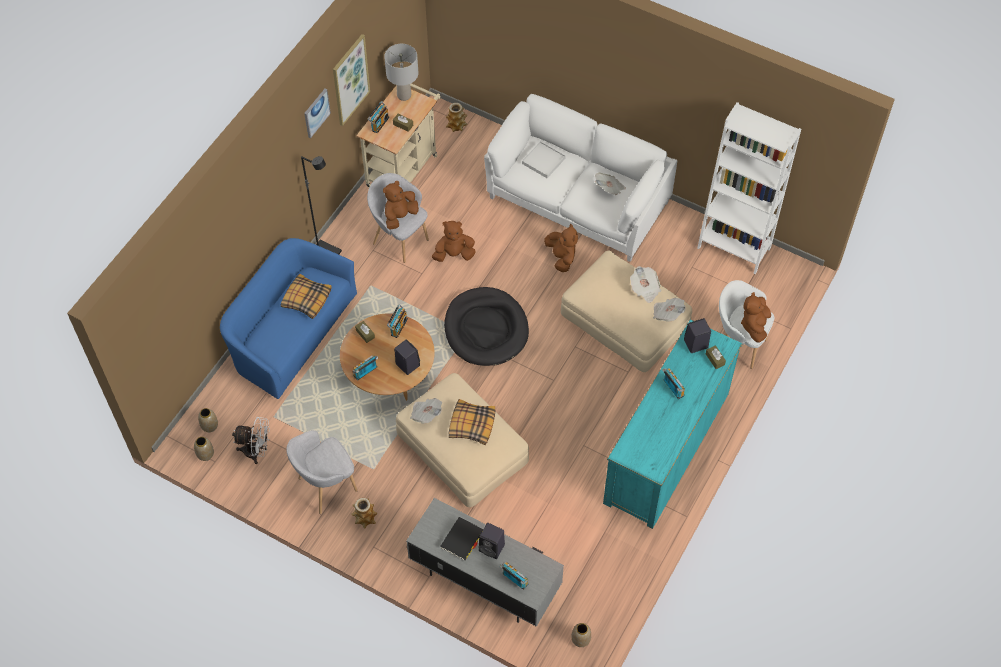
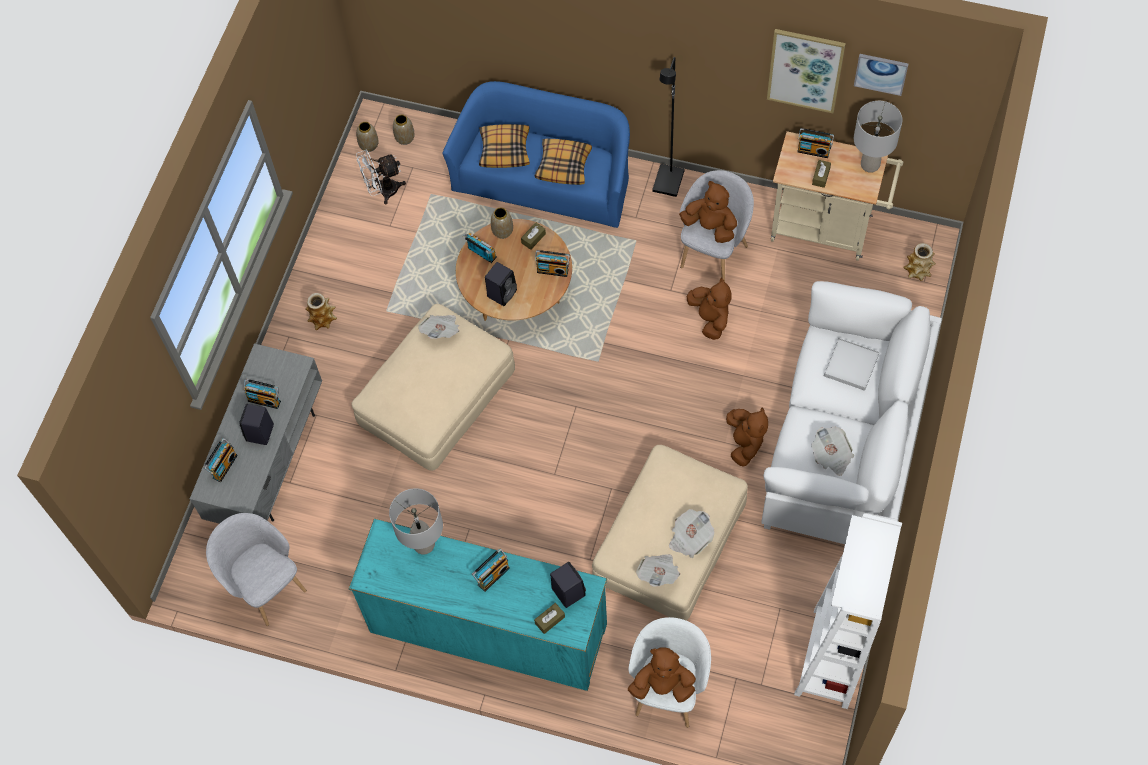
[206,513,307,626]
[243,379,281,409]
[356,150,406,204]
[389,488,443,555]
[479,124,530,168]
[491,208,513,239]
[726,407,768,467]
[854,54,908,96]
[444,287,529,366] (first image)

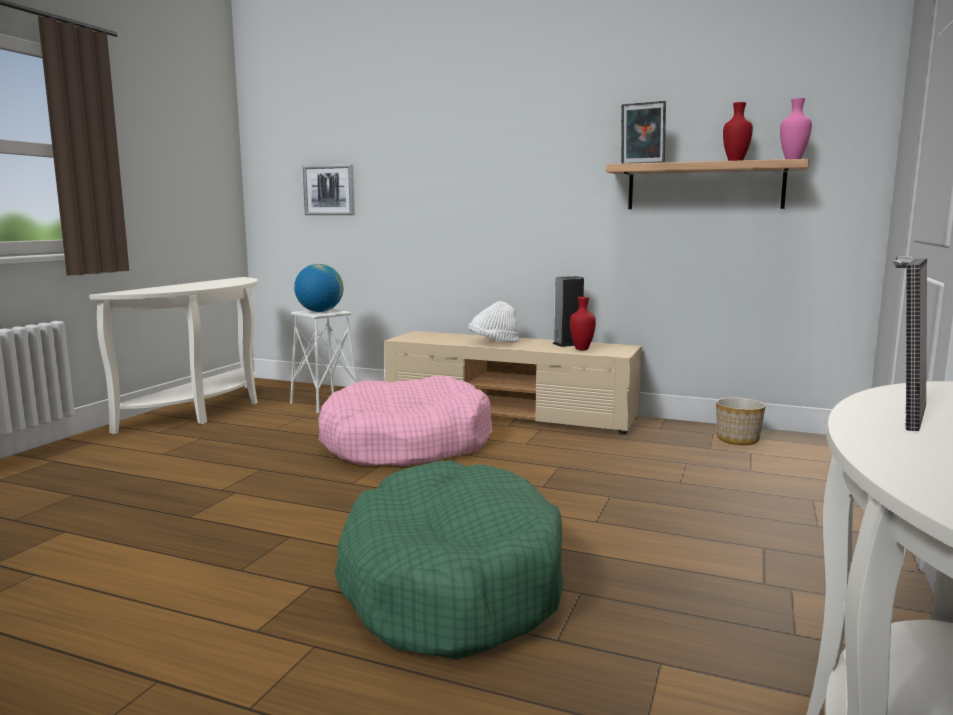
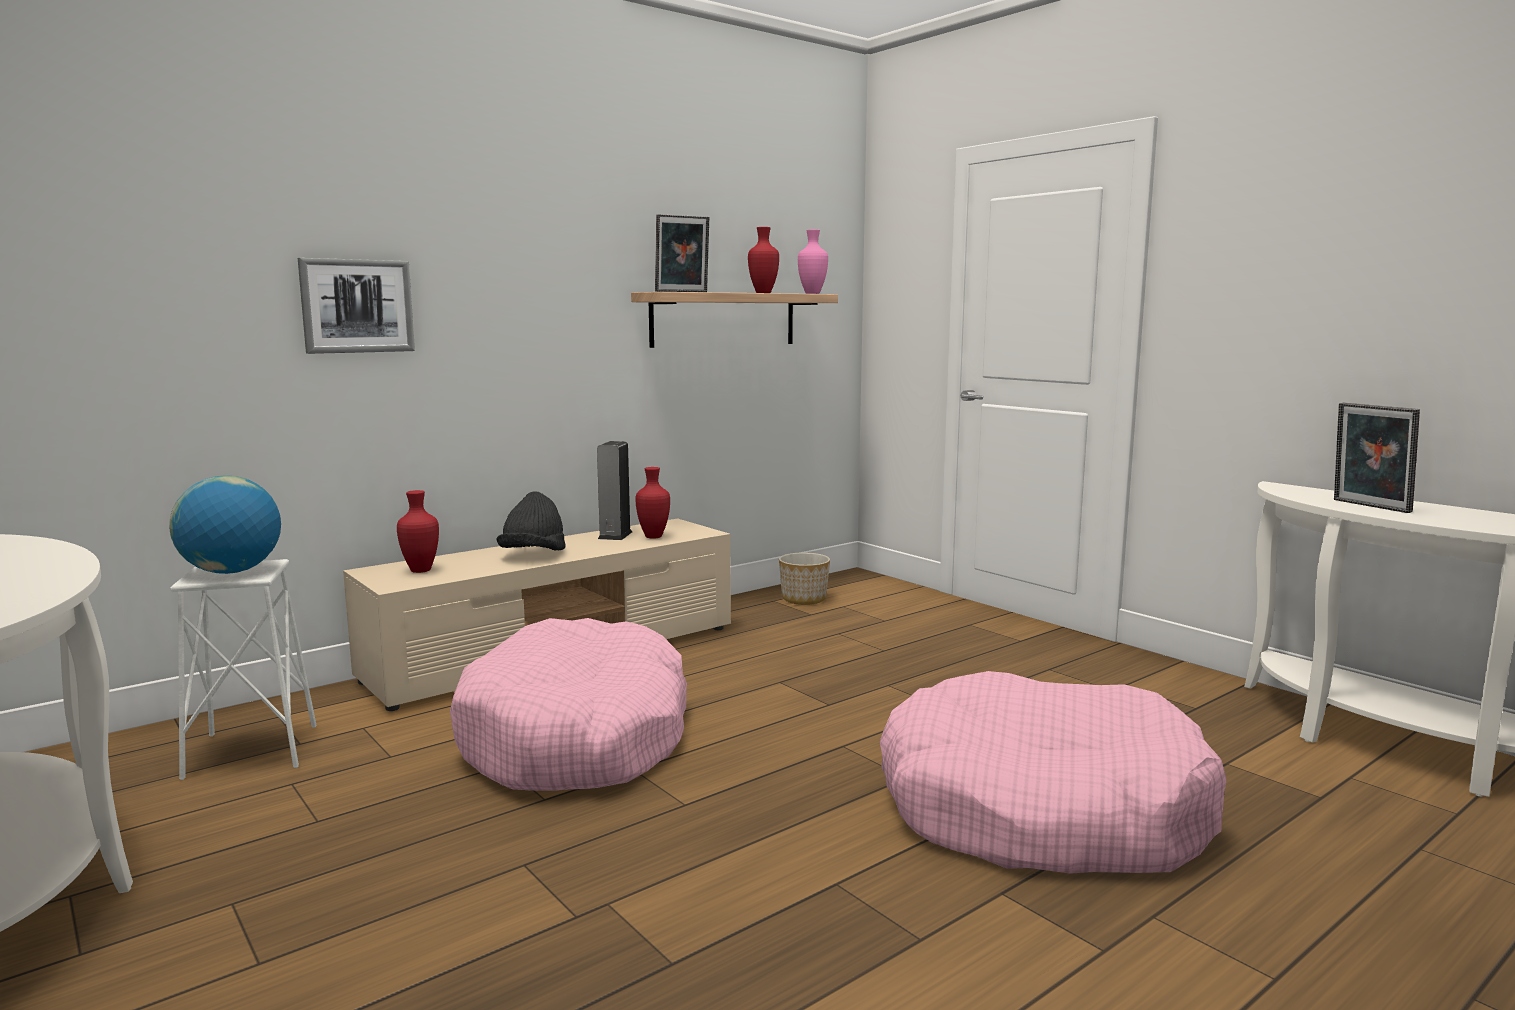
[298,258,415,354]
[397,490,439,573]
[496,491,566,551]
[880,671,1227,874]

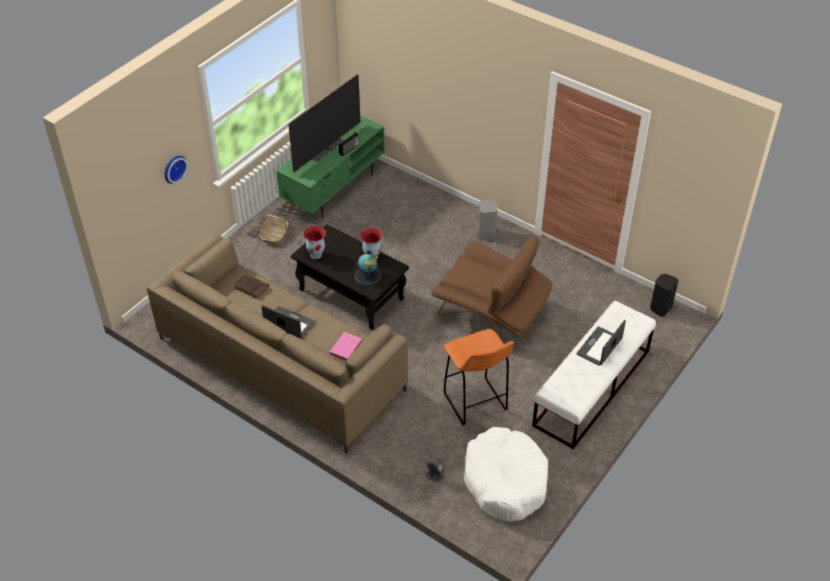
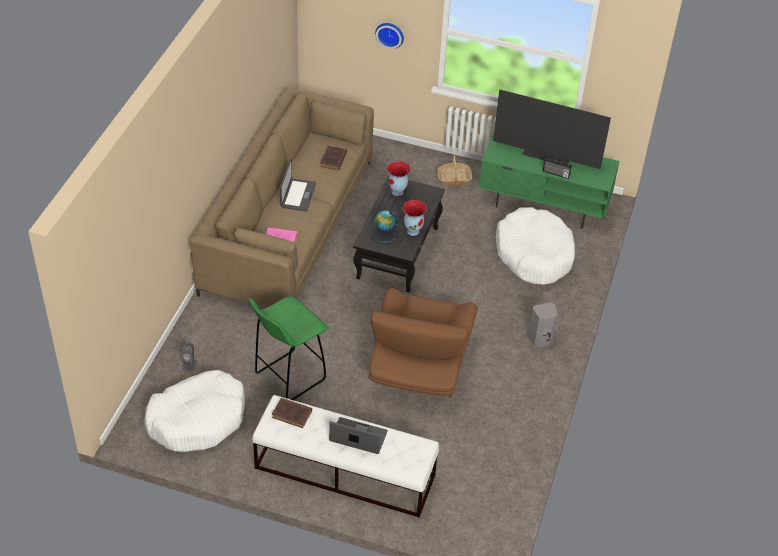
[248,296,328,400]
[272,398,312,428]
[496,207,575,285]
[650,274,678,317] (first image)

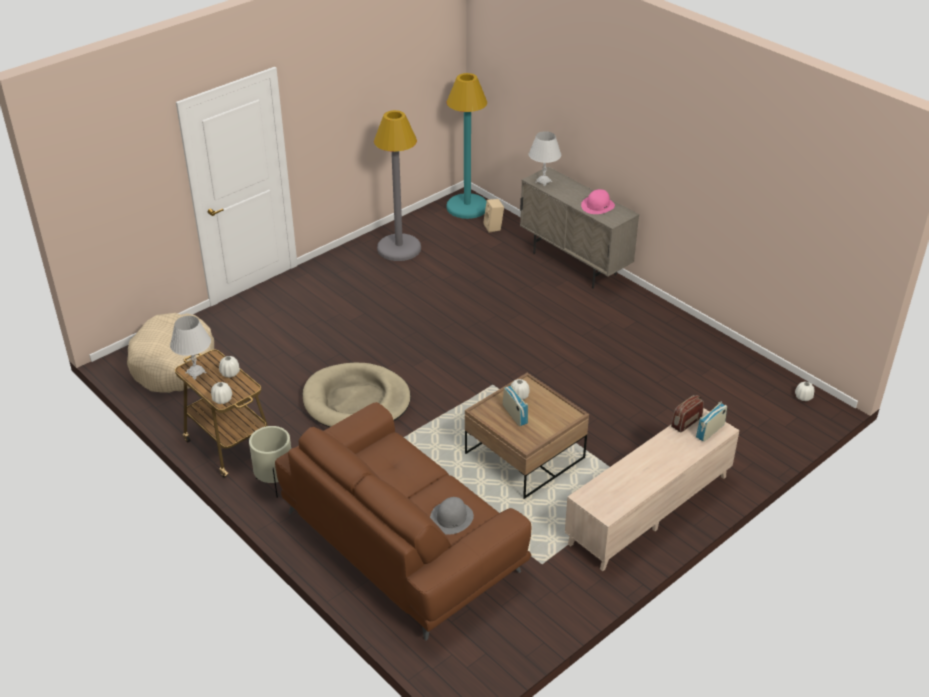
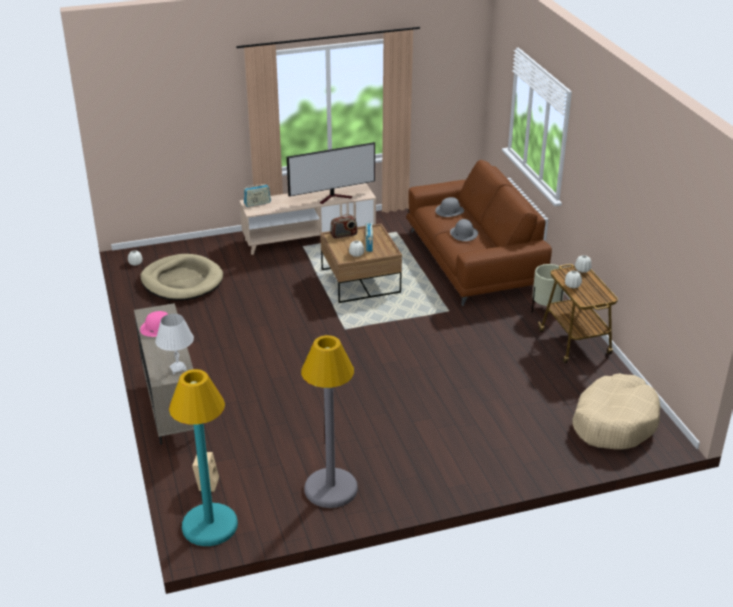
[140,254,223,300]
[287,142,375,204]
[330,214,357,239]
[450,219,478,241]
[170,316,211,380] (first image)

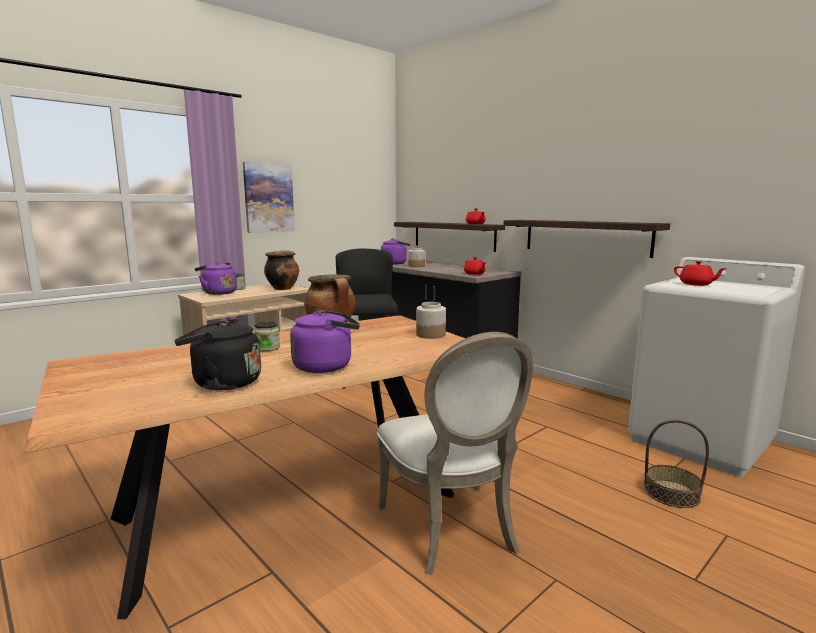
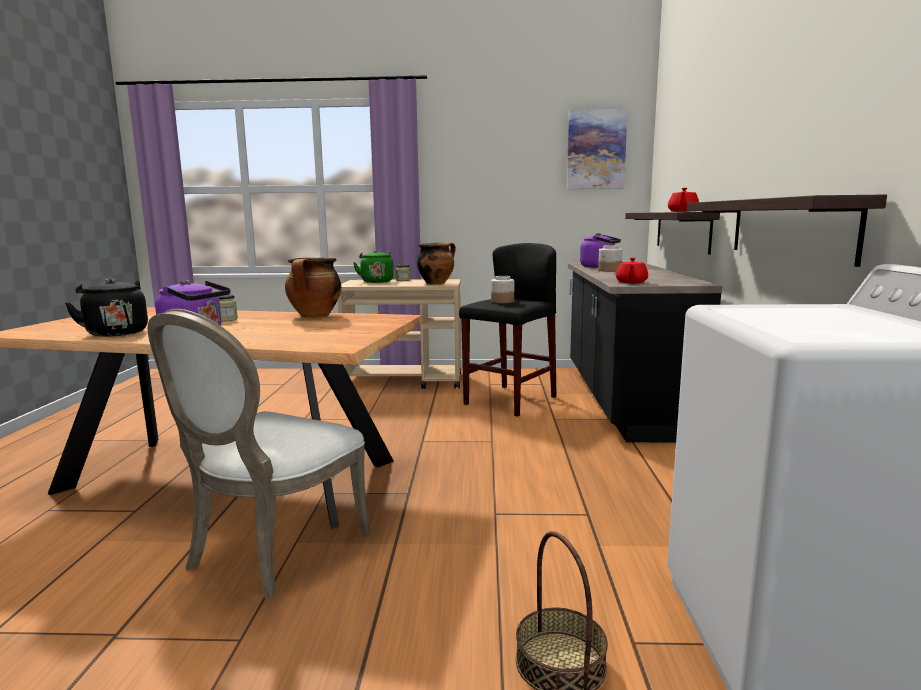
[353,250,393,283]
[491,276,514,303]
[567,109,628,189]
[674,261,727,286] (first image)

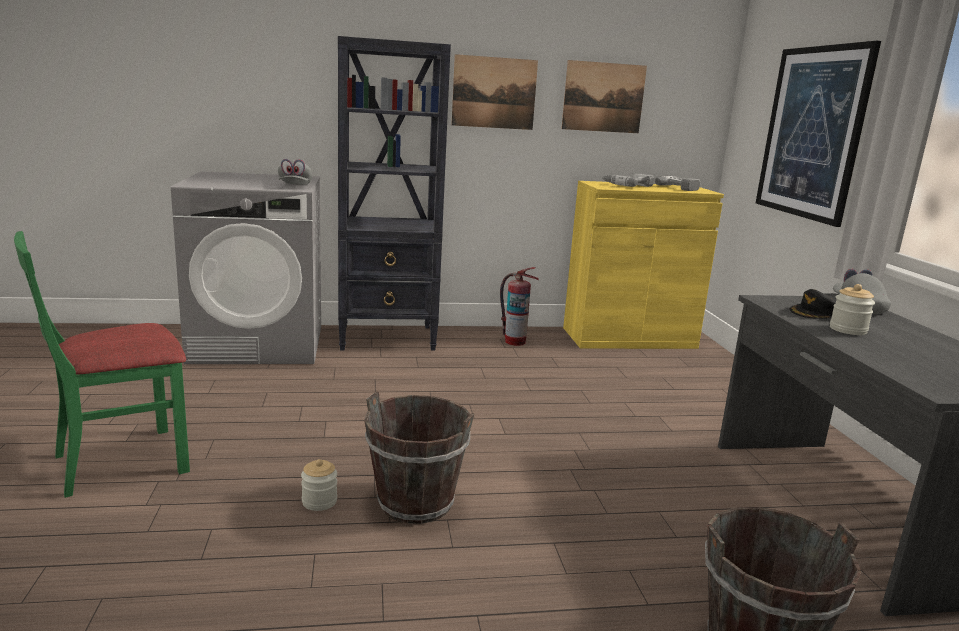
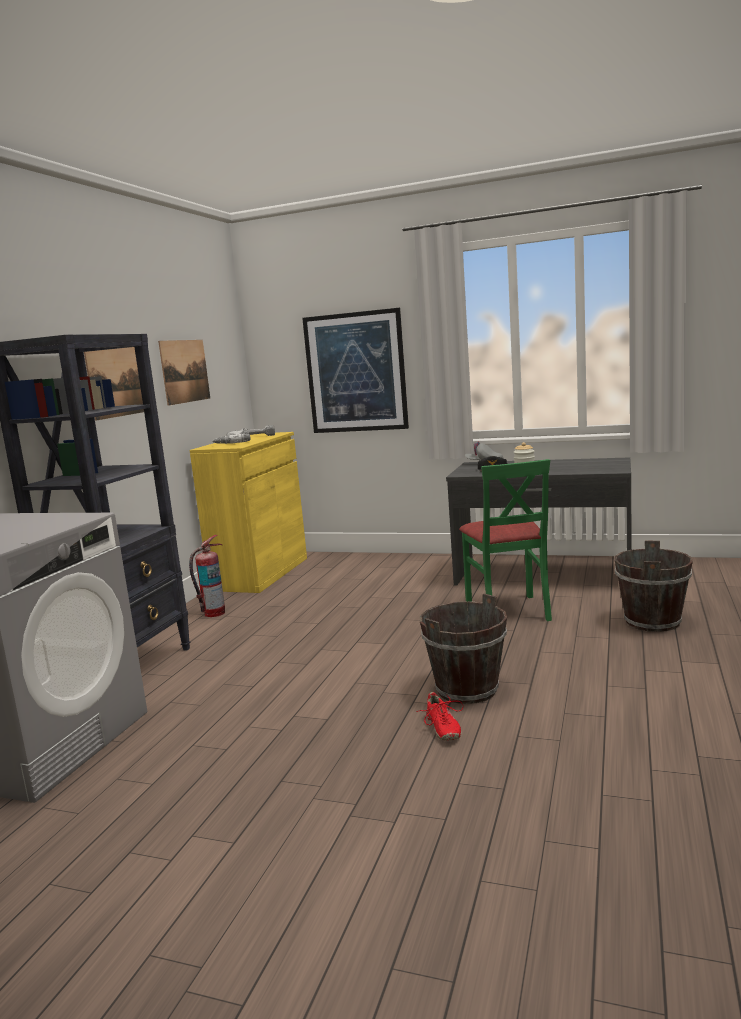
[417,692,463,741]
[459,459,552,621]
[278,159,313,185] (first image)

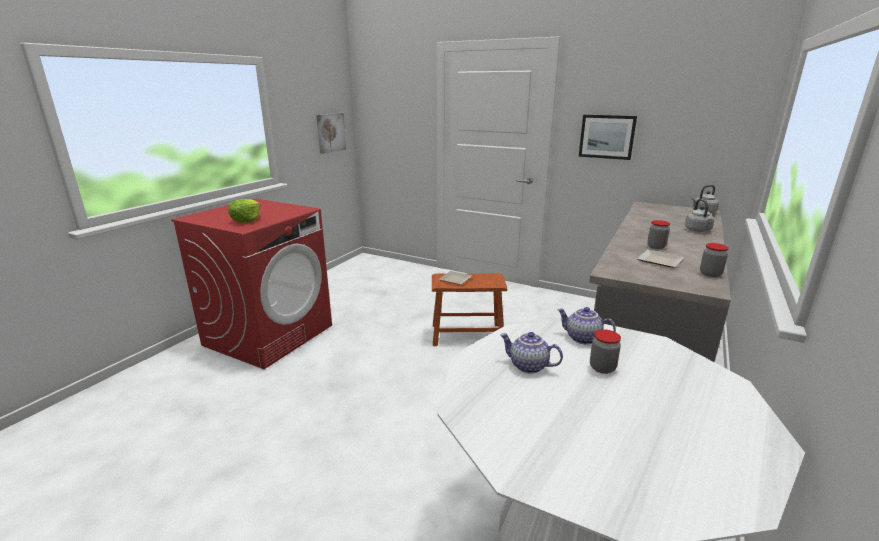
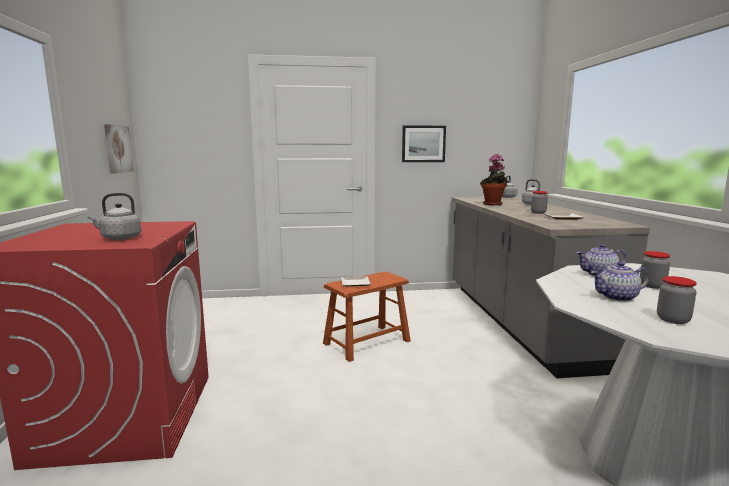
[87,193,141,240]
[480,154,509,206]
[657,276,697,324]

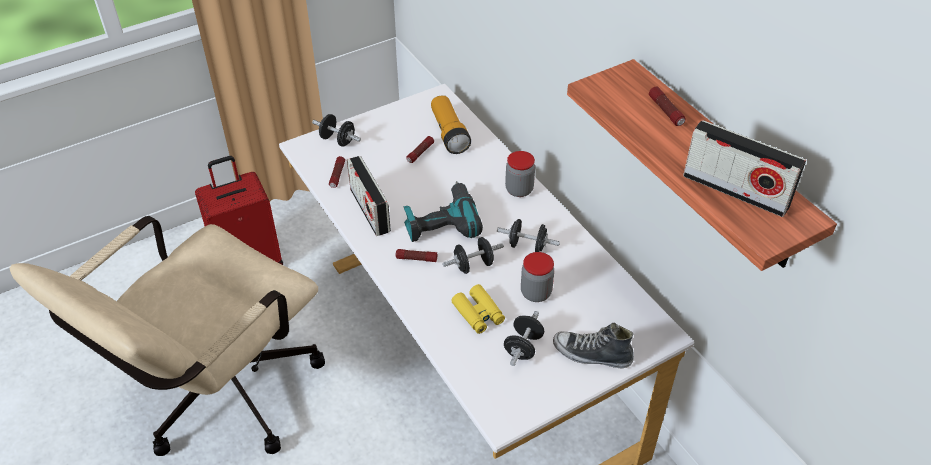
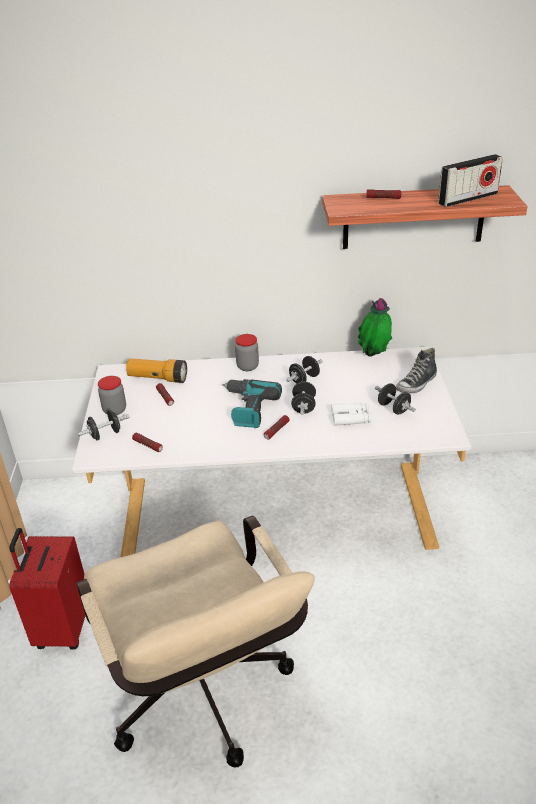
[98,376,126,415]
[331,403,371,426]
[357,298,392,357]
[347,156,391,236] (first image)

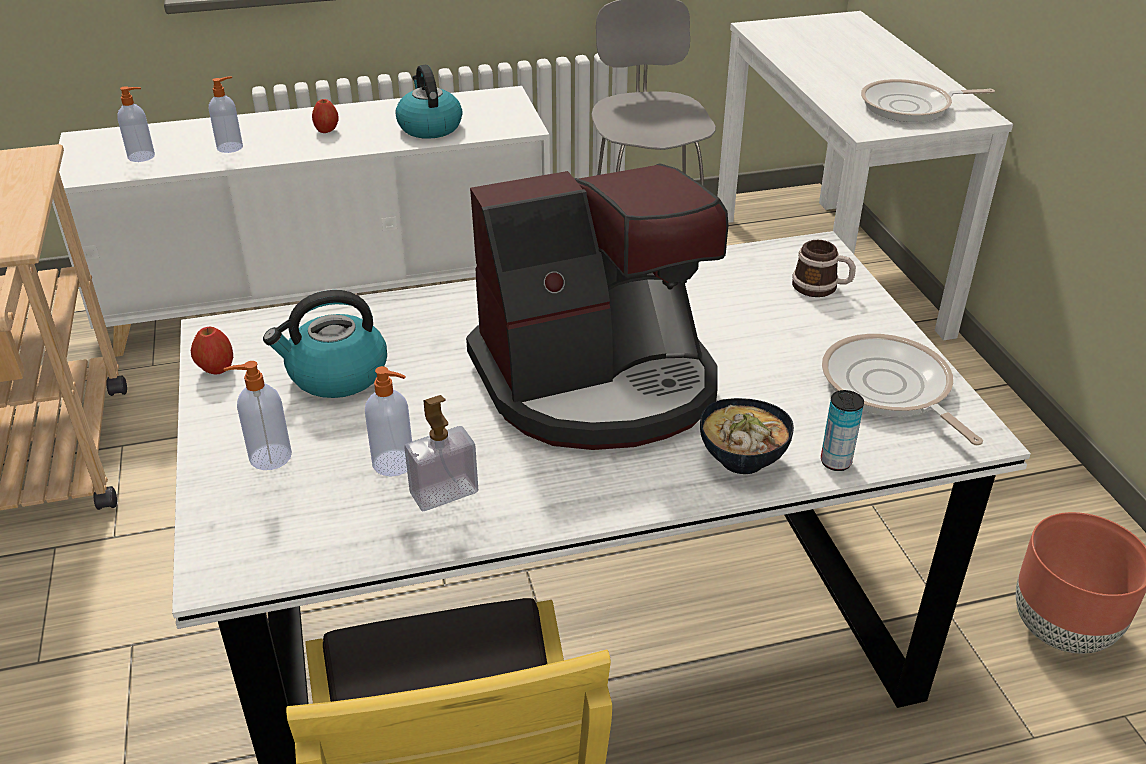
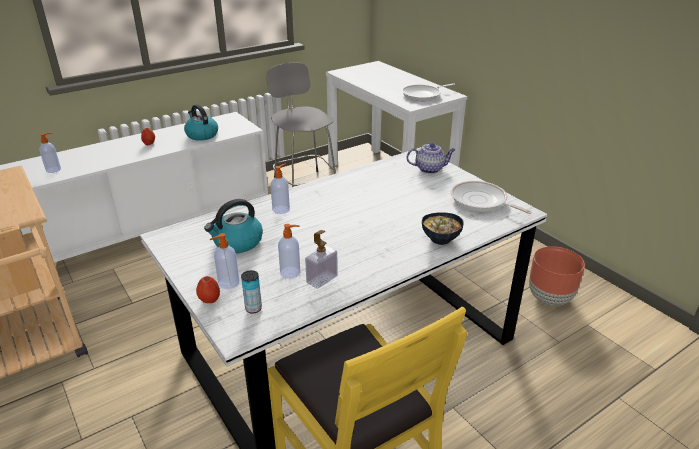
[196,276,220,303]
[241,270,262,314]
[270,164,290,214]
[406,143,455,174]
[466,163,728,450] (first image)

